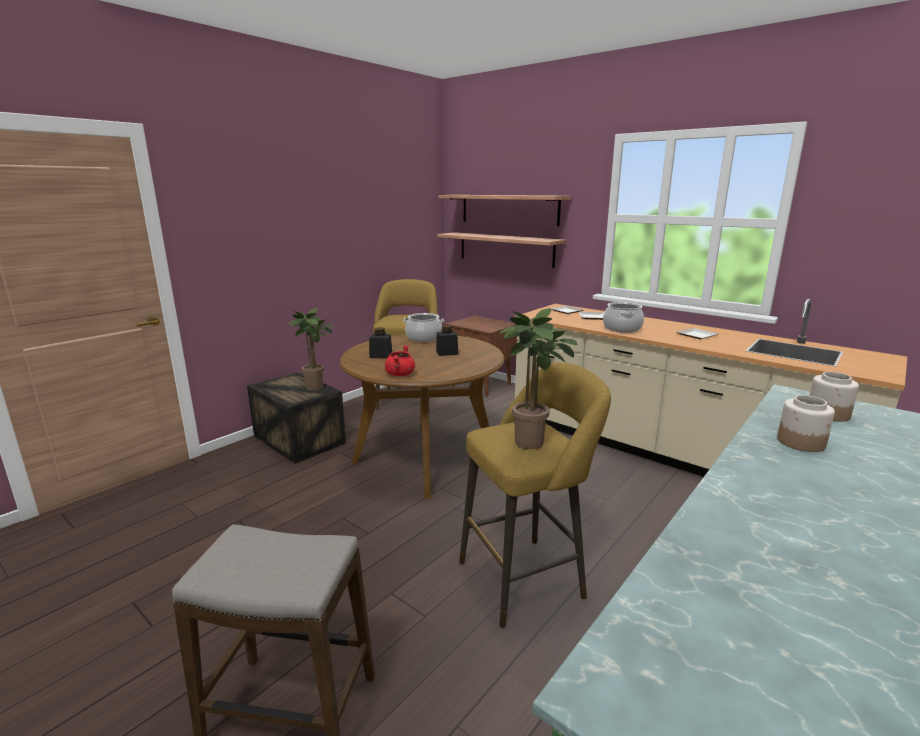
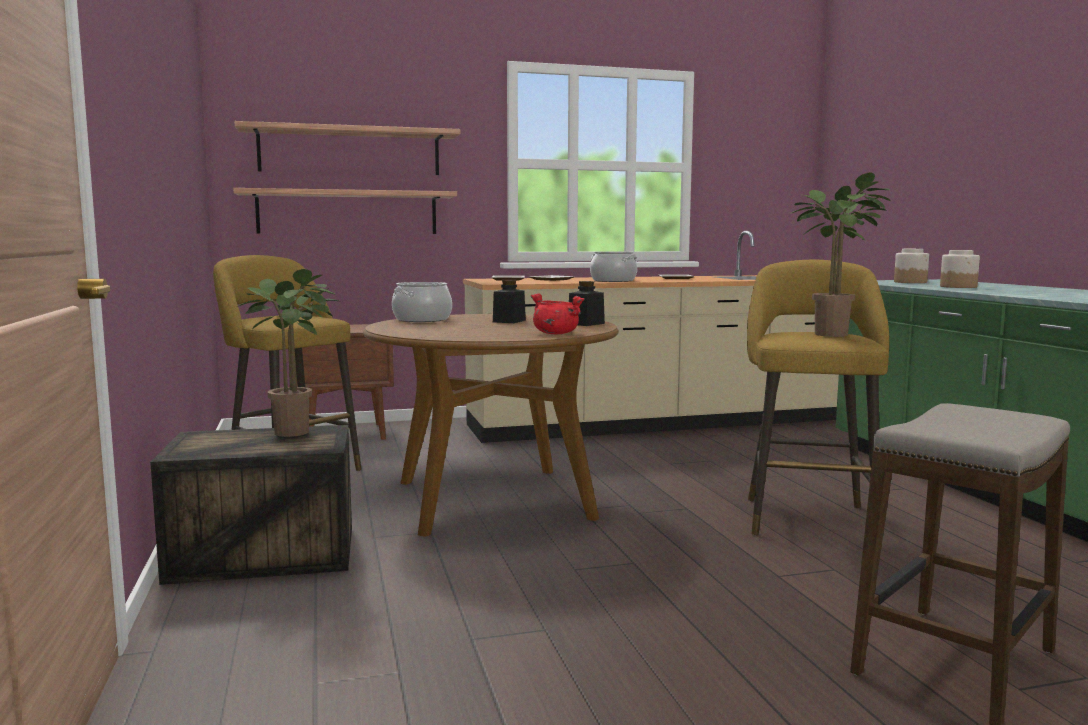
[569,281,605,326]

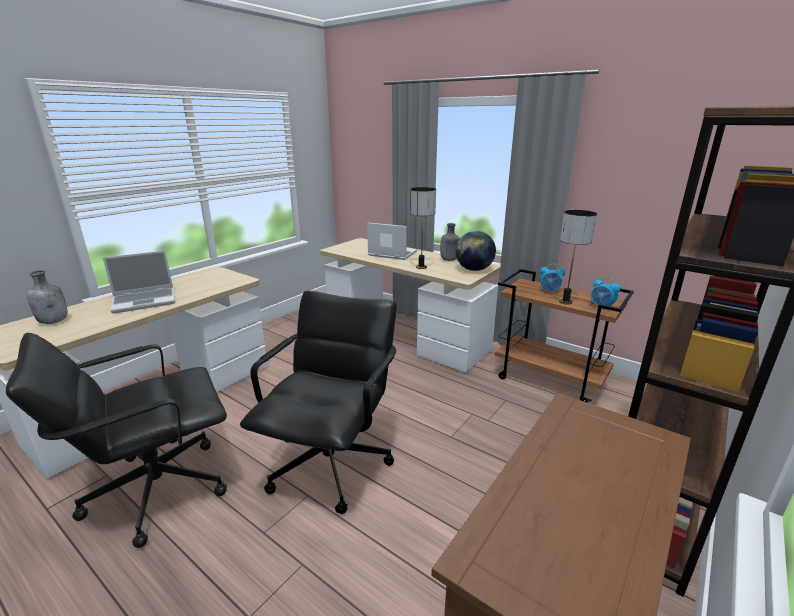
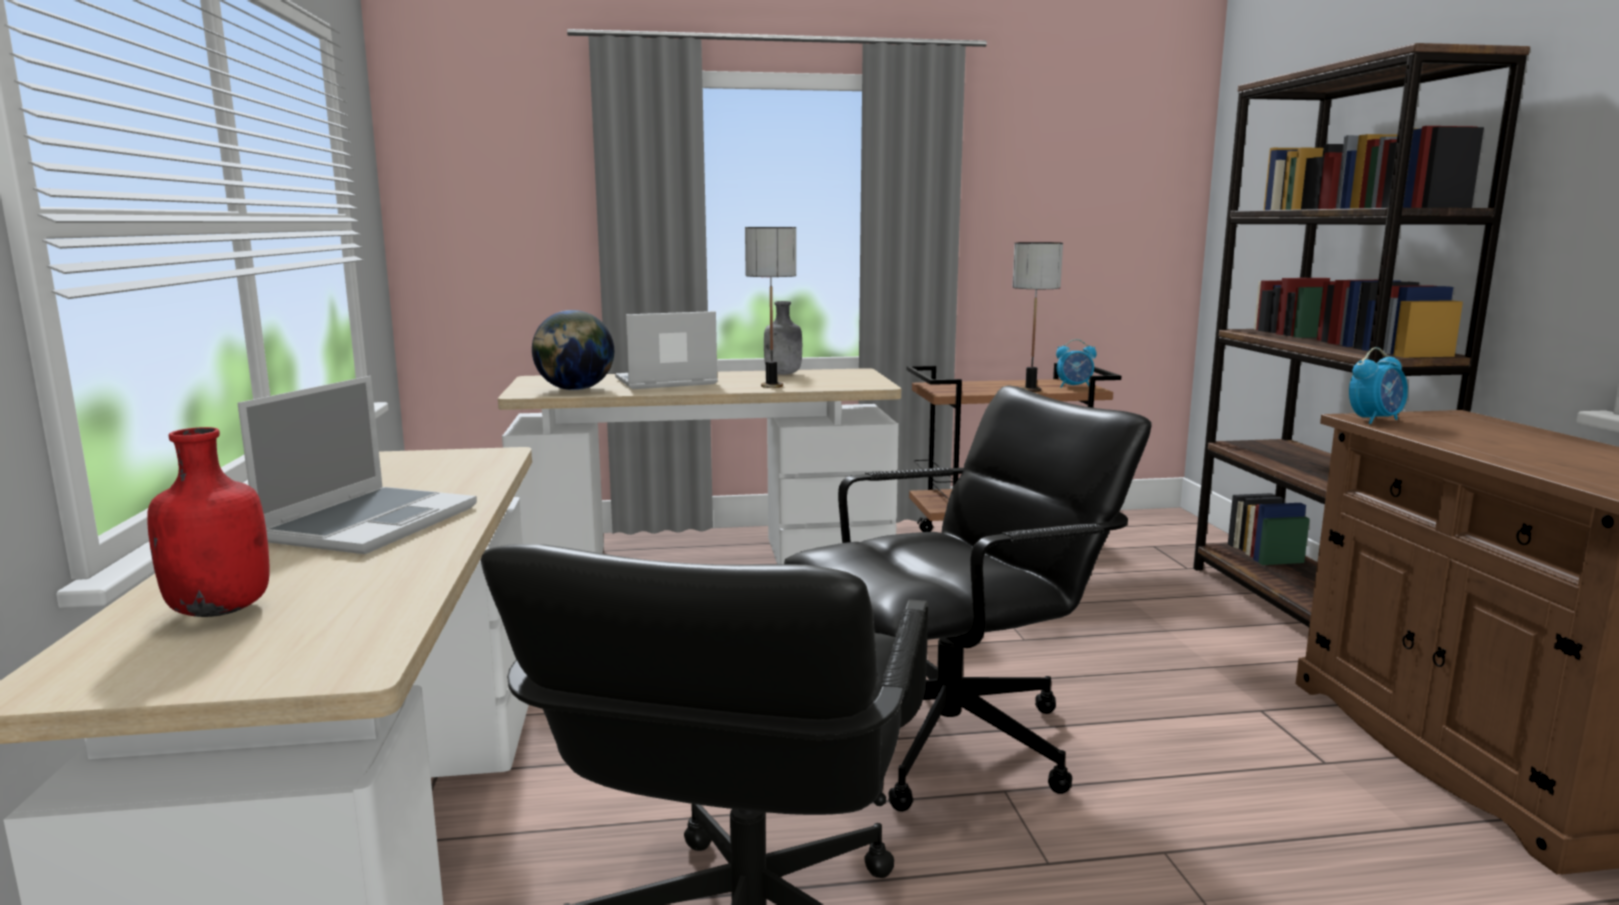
[147,427,269,617]
[532,310,614,390]
[784,385,1152,812]
[1349,347,1408,424]

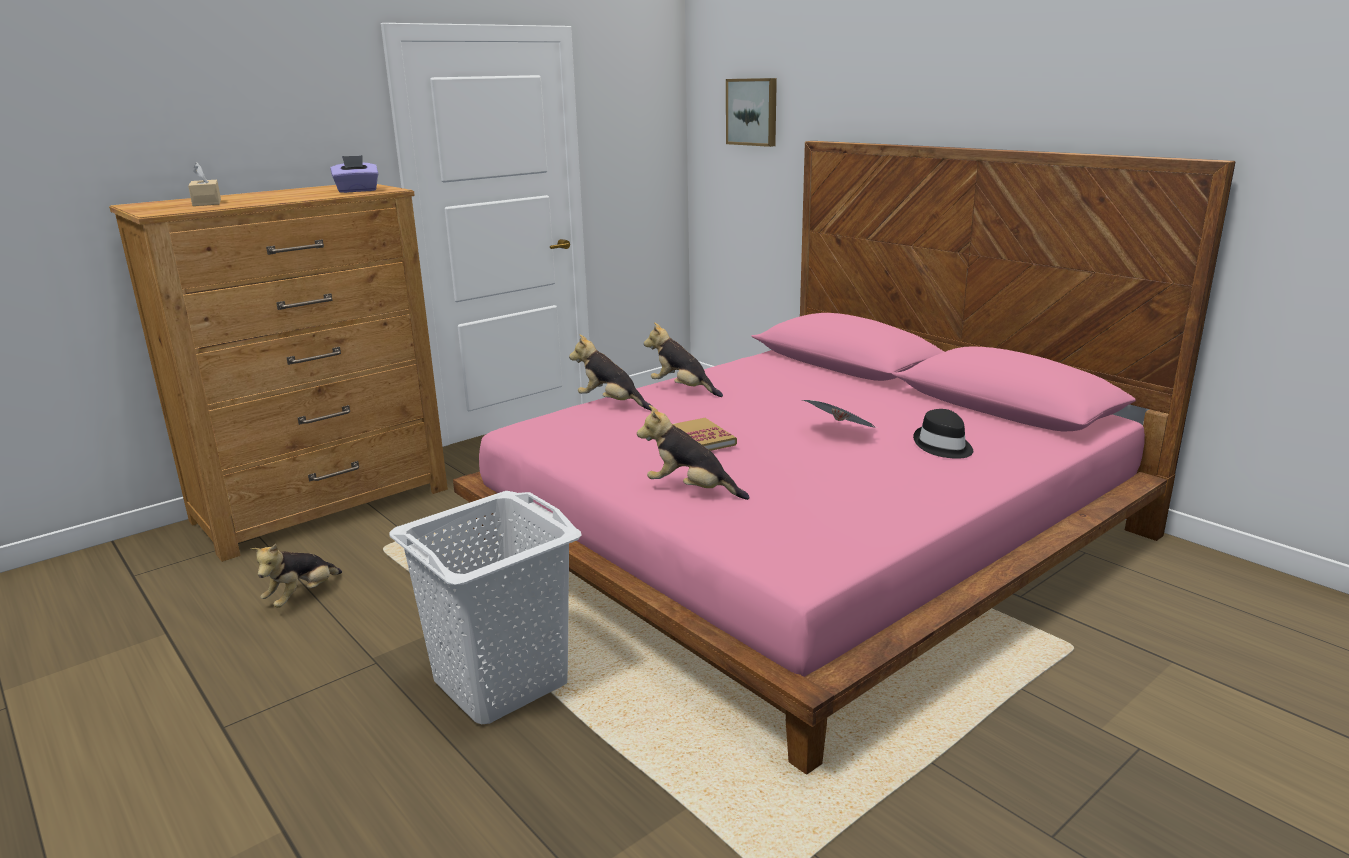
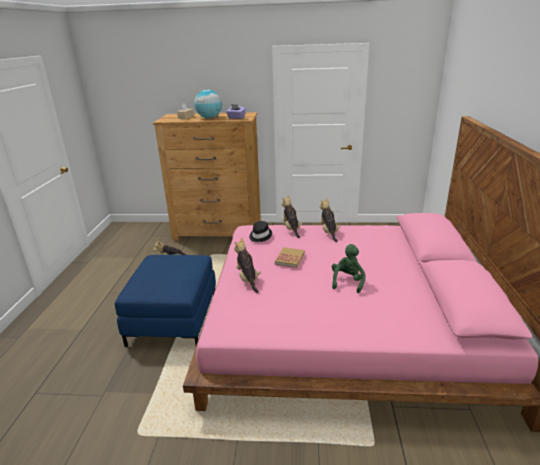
[114,255,216,347]
[194,90,222,118]
[249,221,272,242]
[332,244,365,293]
[726,78,777,147] (first image)

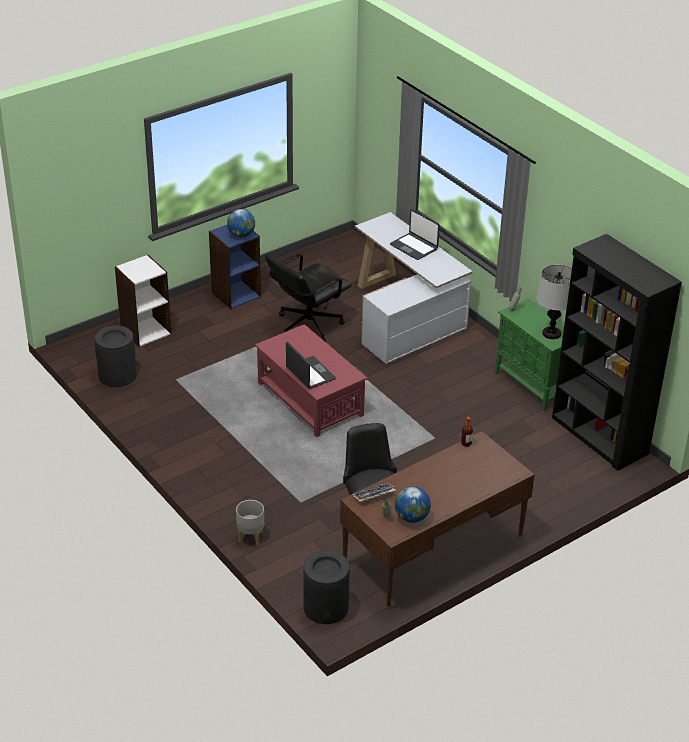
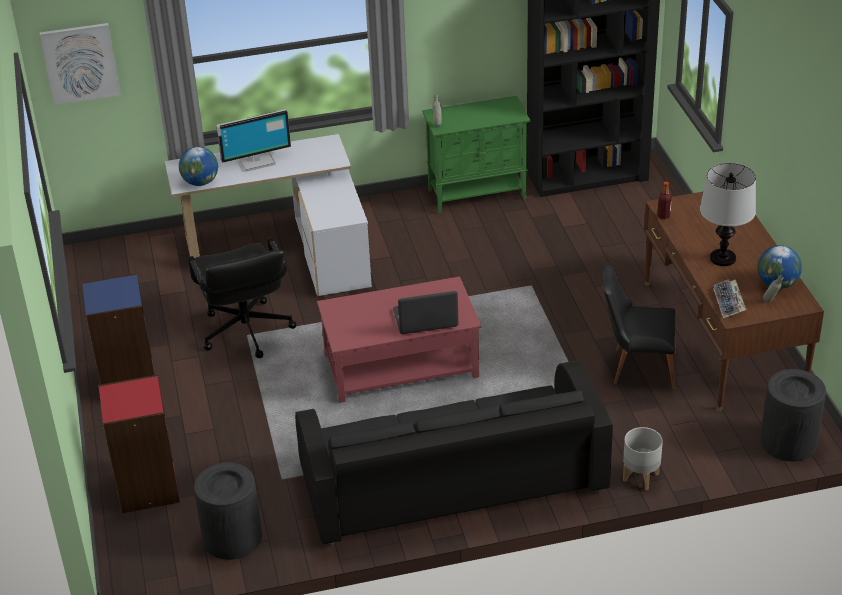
[40,23,121,105]
[98,375,180,513]
[179,147,218,186]
[216,109,291,172]
[295,361,613,546]
[700,163,756,266]

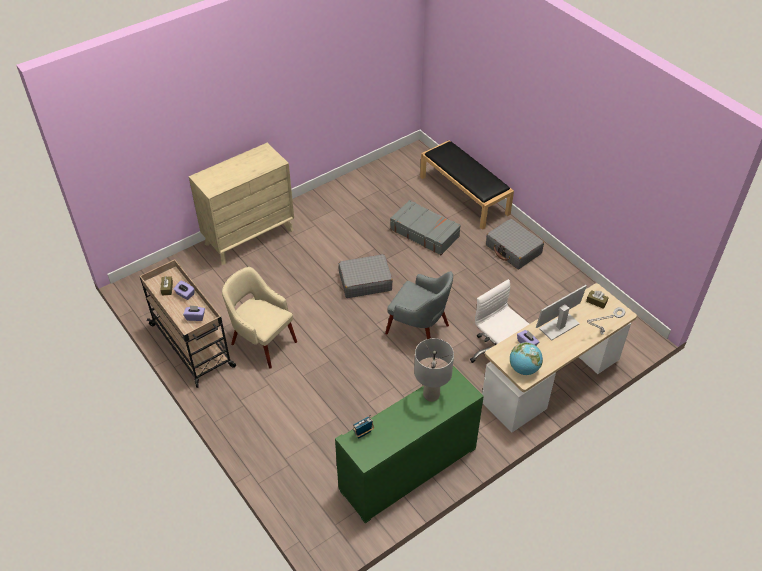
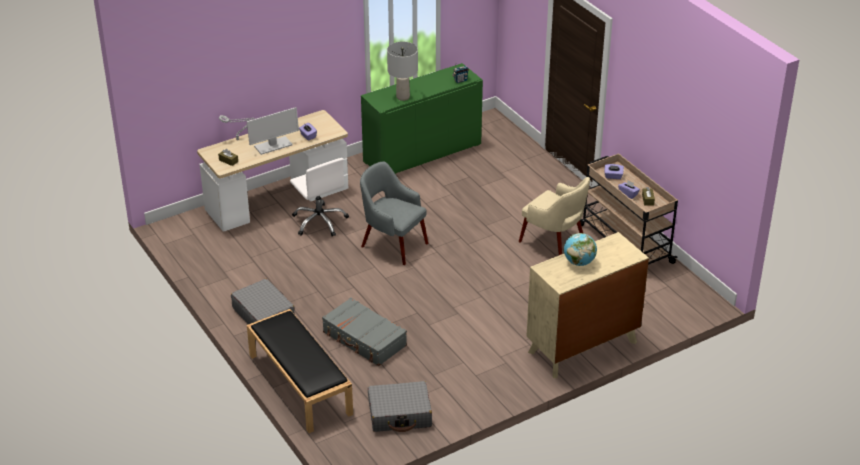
[368,381,432,432]
[564,233,597,266]

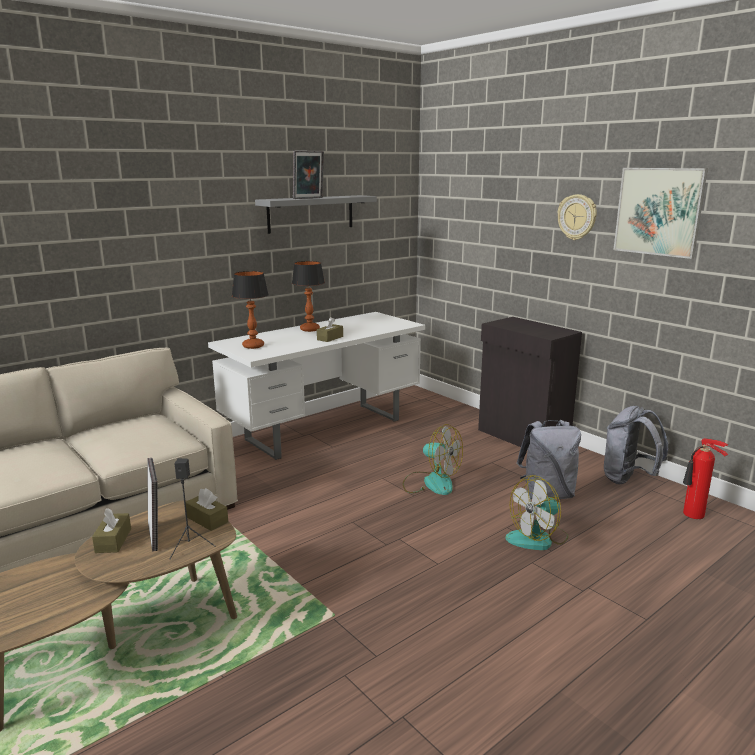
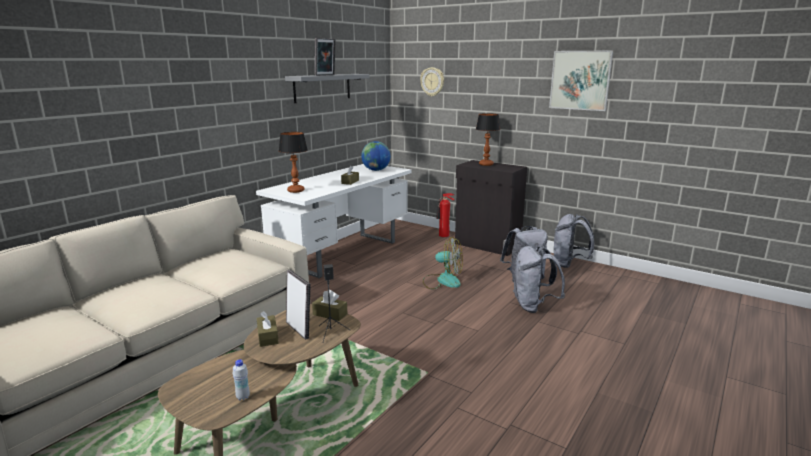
[233,359,250,400]
[361,141,390,171]
[420,67,444,97]
[436,193,455,237]
[476,113,500,166]
[513,246,565,313]

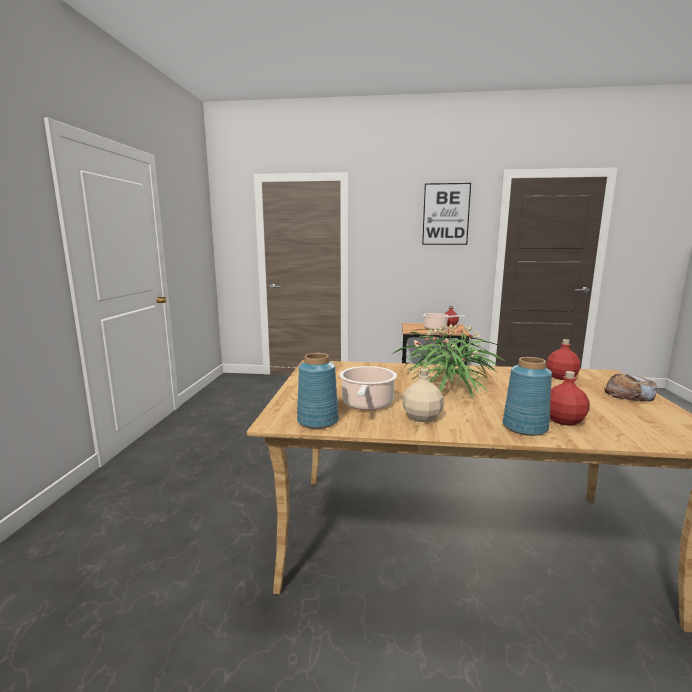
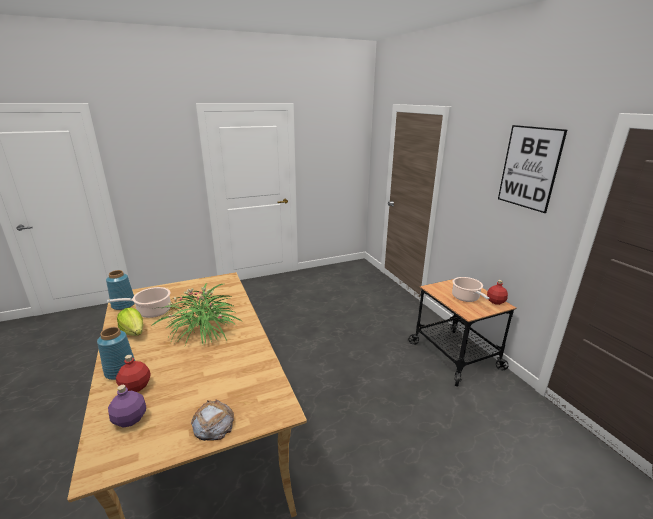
[108,385,146,428]
[117,308,143,336]
[546,339,580,380] (first image)

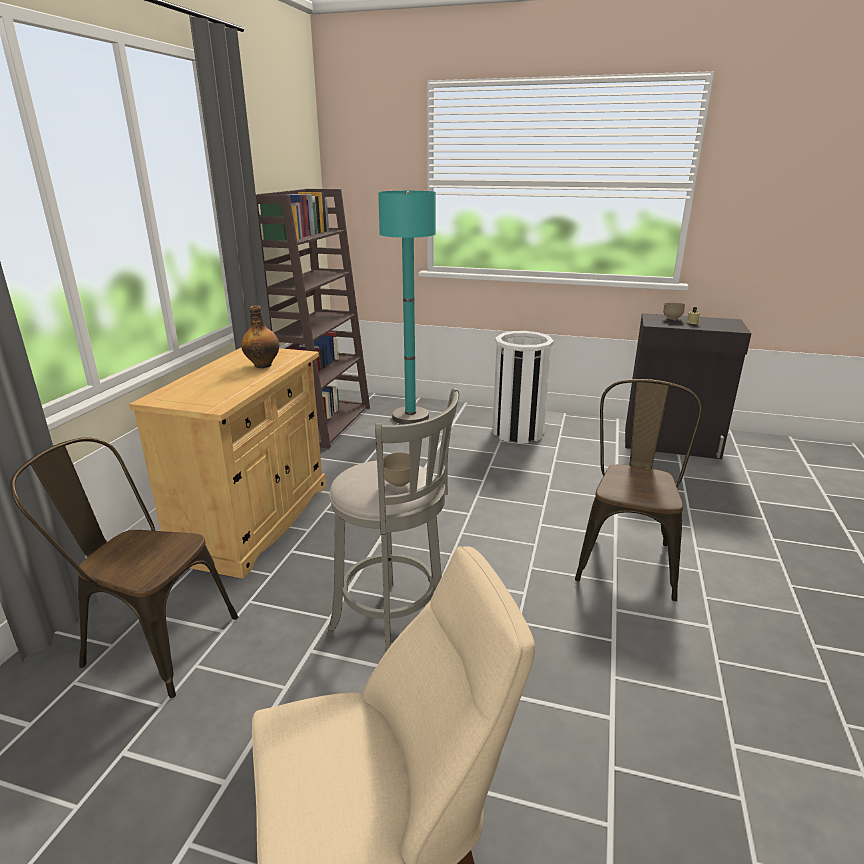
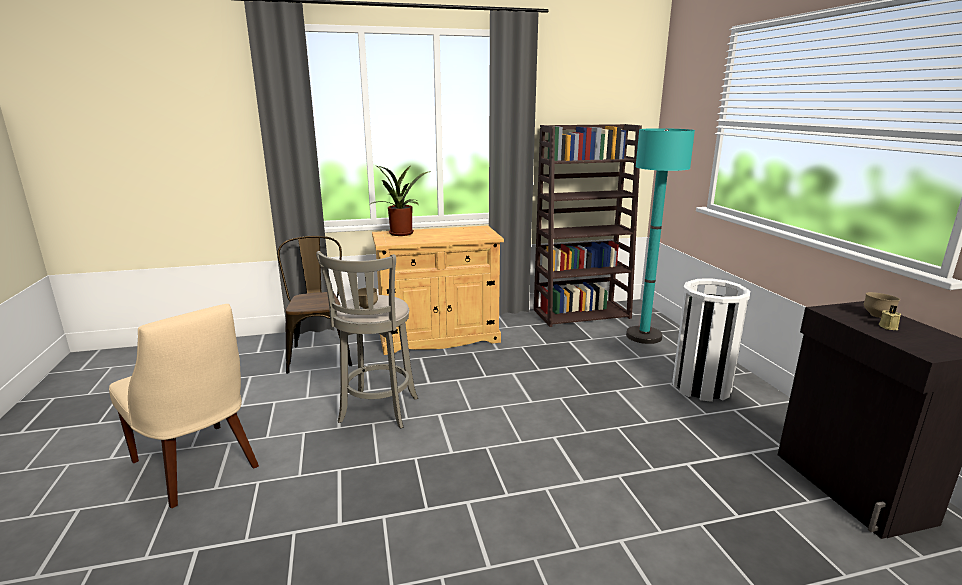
[370,165,431,236]
[241,305,279,368] (first image)
[575,379,702,601] (first image)

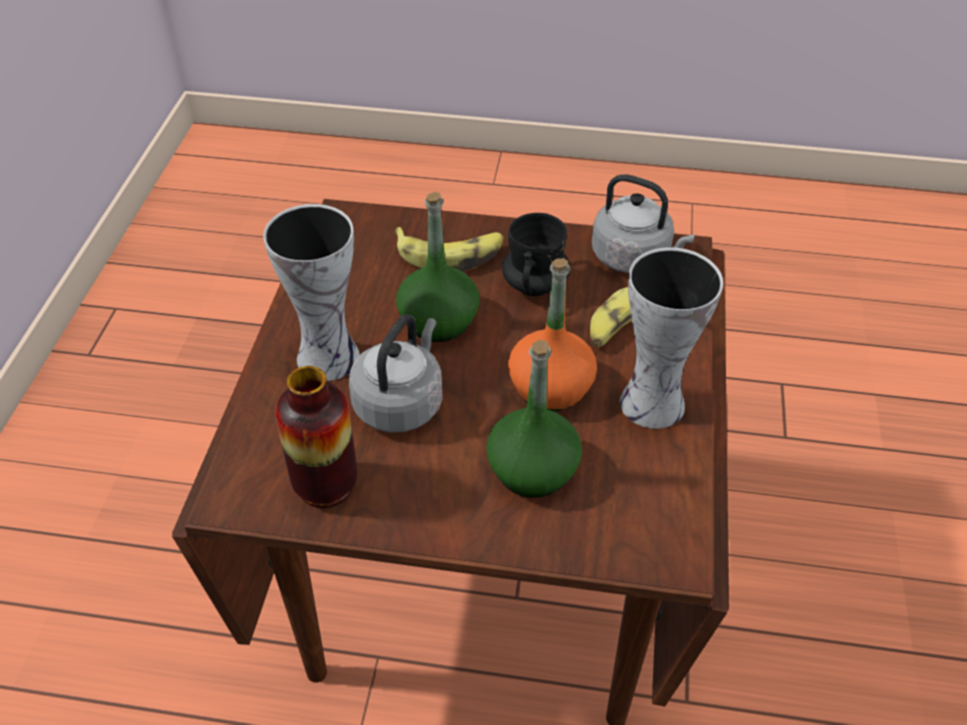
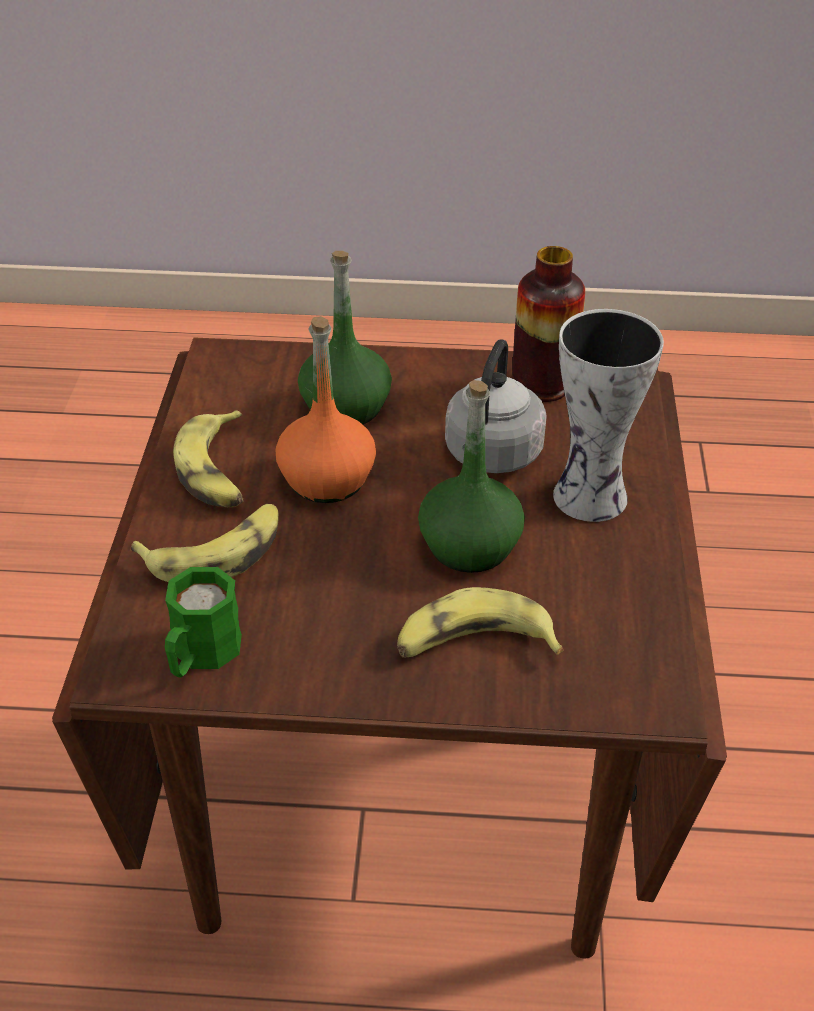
[165,567,242,677]
[173,410,243,507]
[502,213,570,296] (first image)

